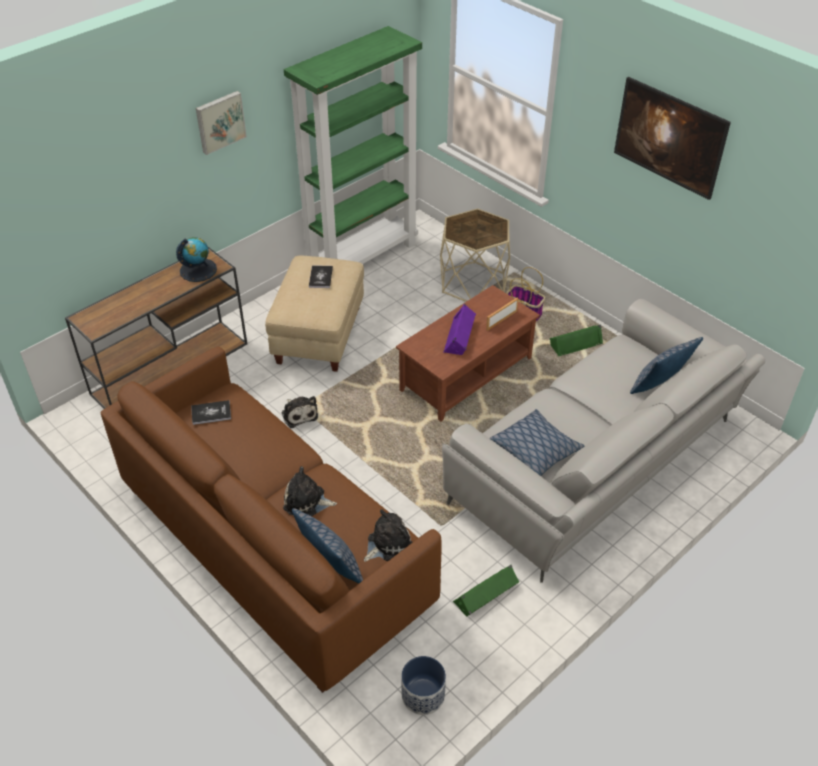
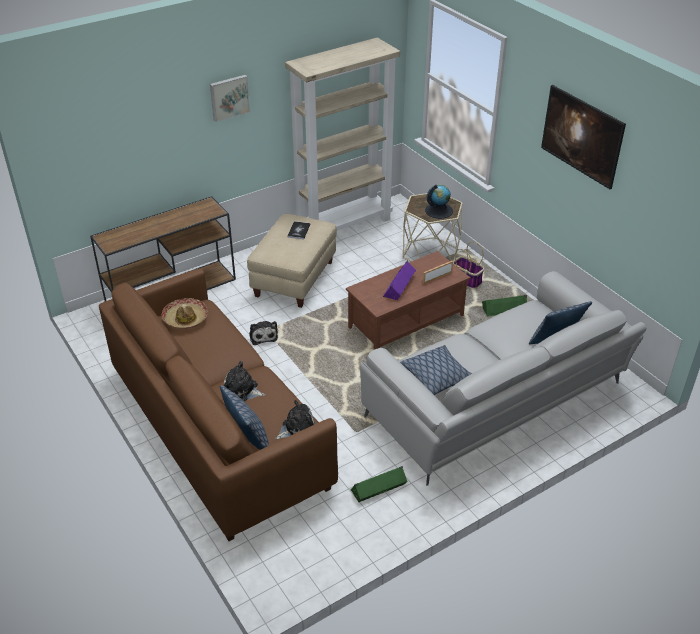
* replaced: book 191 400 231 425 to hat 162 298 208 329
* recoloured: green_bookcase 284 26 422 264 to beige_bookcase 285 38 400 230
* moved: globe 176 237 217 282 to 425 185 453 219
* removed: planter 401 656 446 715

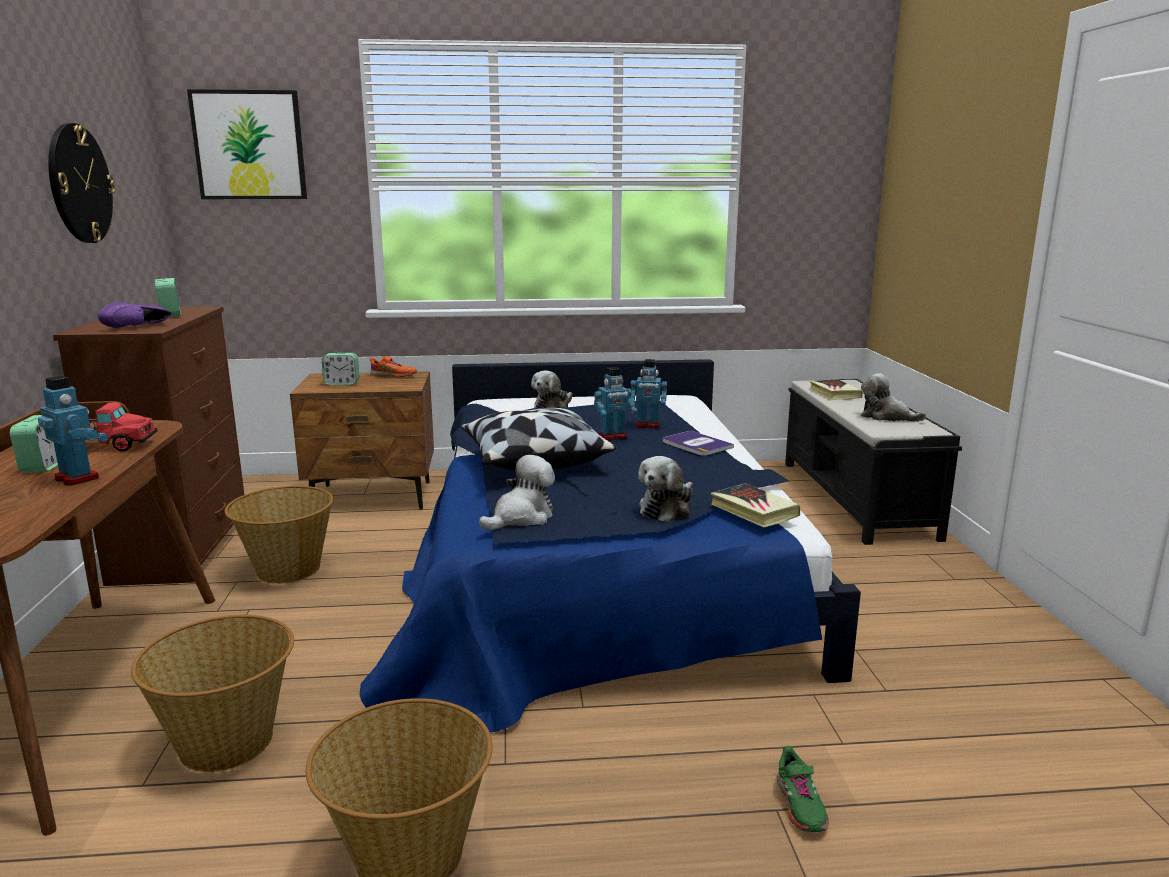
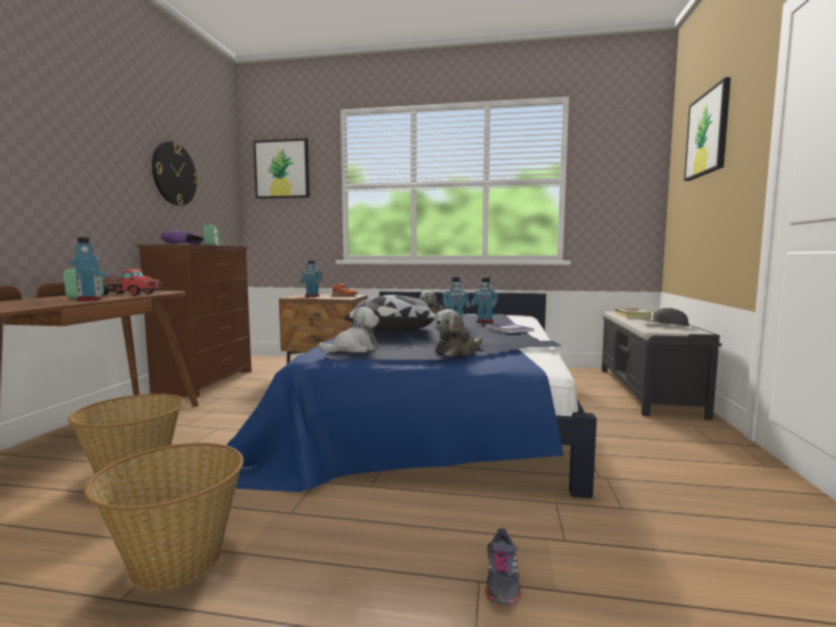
* replaced: alarm_clock 322 353 359 385 to toy_robot 299 260 322 297
* recoloured: green_shoe 777 746 829 832 to grey_shoe 485 528 521 605
* replaced: plush_toy 861 373 926 422 to grey_cap 641 308 689 326
* added: picture 684 77 731 181
* removed: basket 225 486 333 584
* removed: book 711 483 800 528

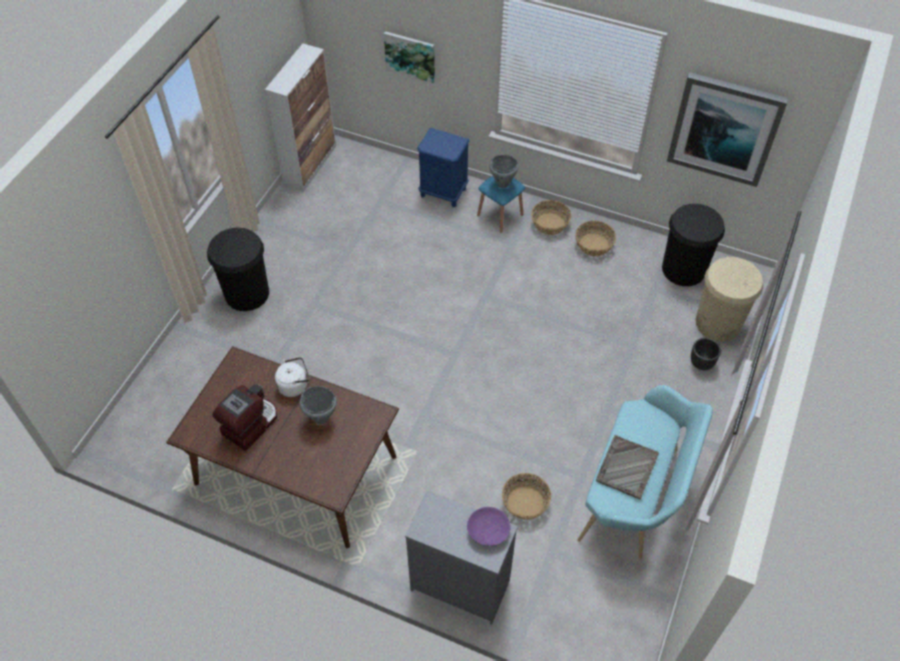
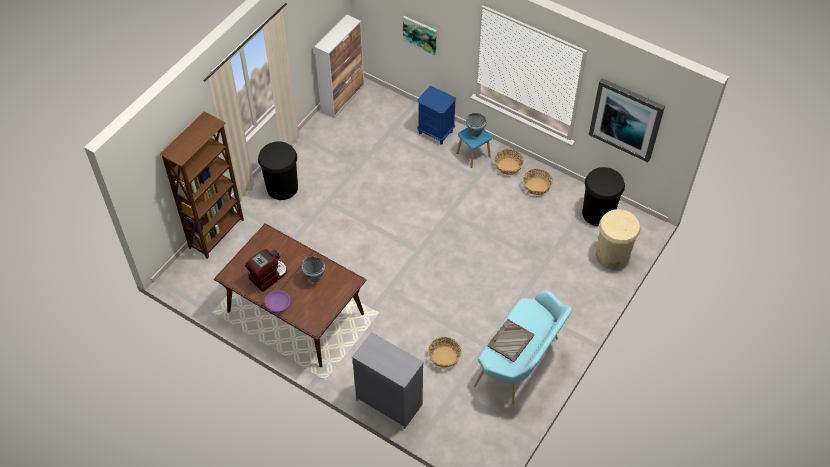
* added: brown_bookcase 159 111 244 259
* moved: purple_bowl 467 507 511 546 to 265 290 291 312
* removed: white_kettle 275 357 310 397
* removed: black_planter 691 338 721 370

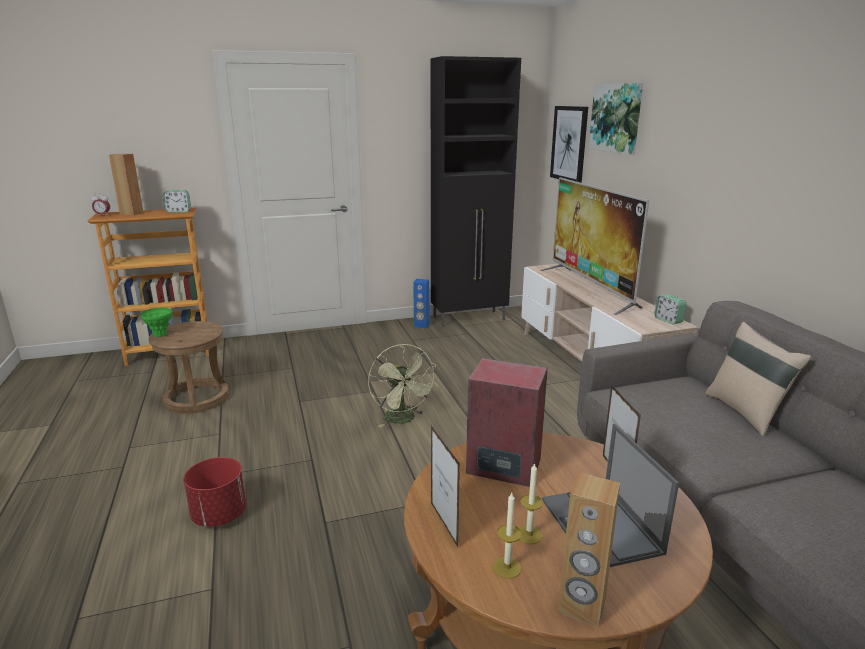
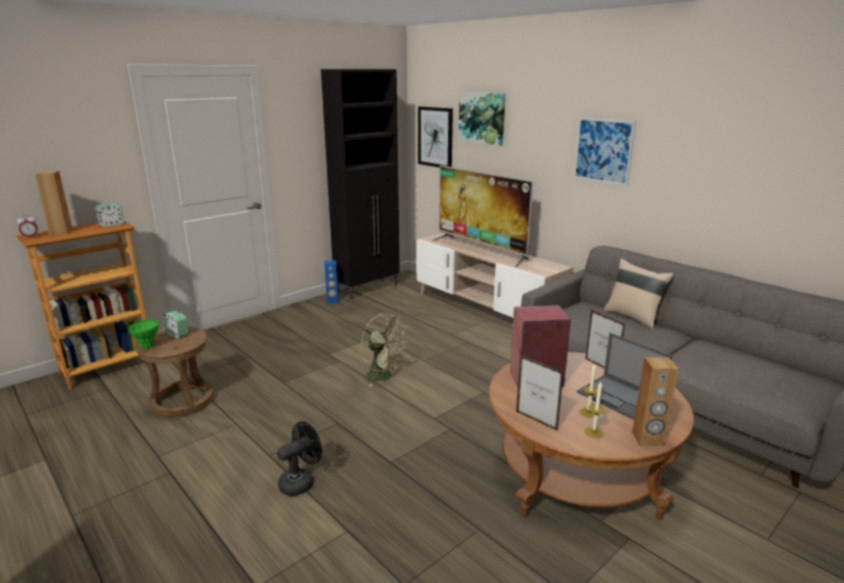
* moved: alarm_clock 655 294 687 324 to 163 311 189 339
* replaced: red_planter 183 457 247 527 to black_fan 277 421 322 496
* added: picture 574 118 636 186

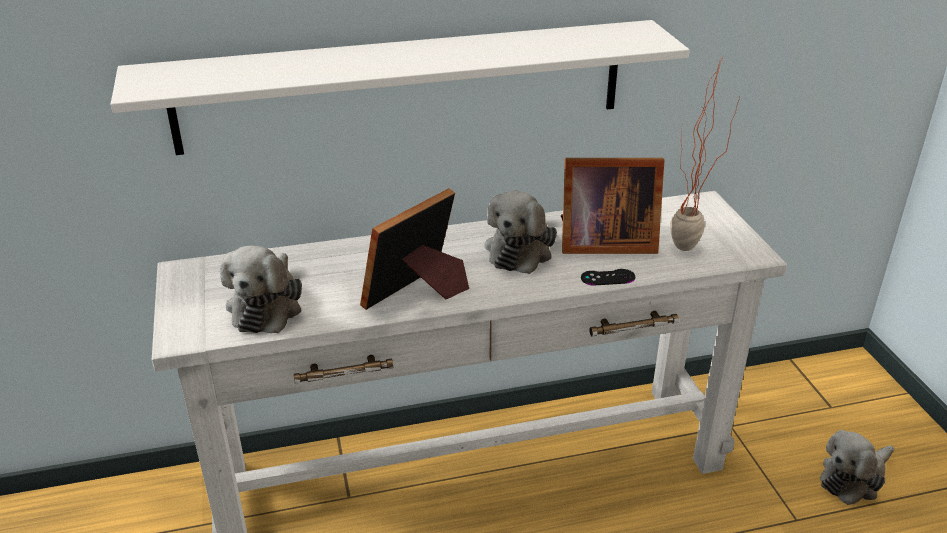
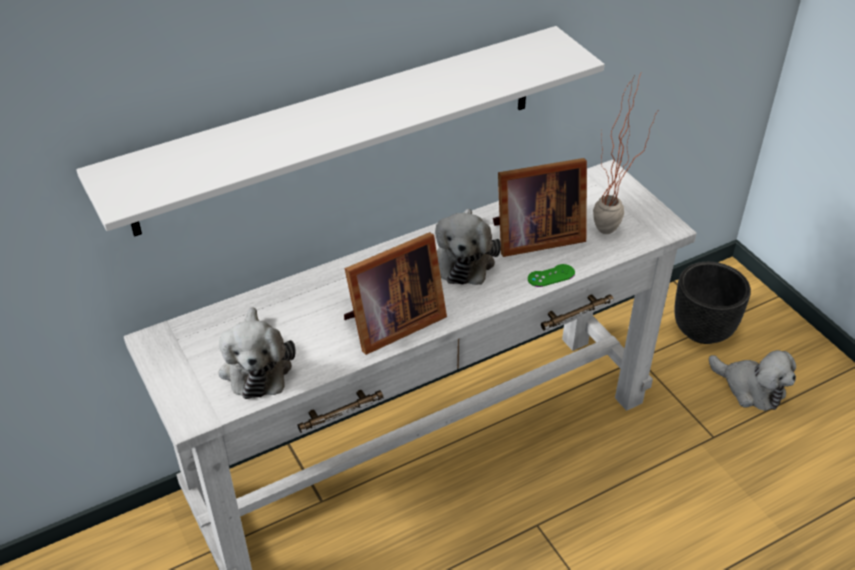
* turned: picture_frame 360 188 469 310 = 344 232 447 355 150 degrees counterclockwise
* recoloured: black_game_controller 581 269 635 286 to green_game_controller 528 264 575 287
* added: black_planter 674 262 751 344
* turned: plush_toy 820 430 894 505 = 709 350 796 411 90 degrees counterclockwise

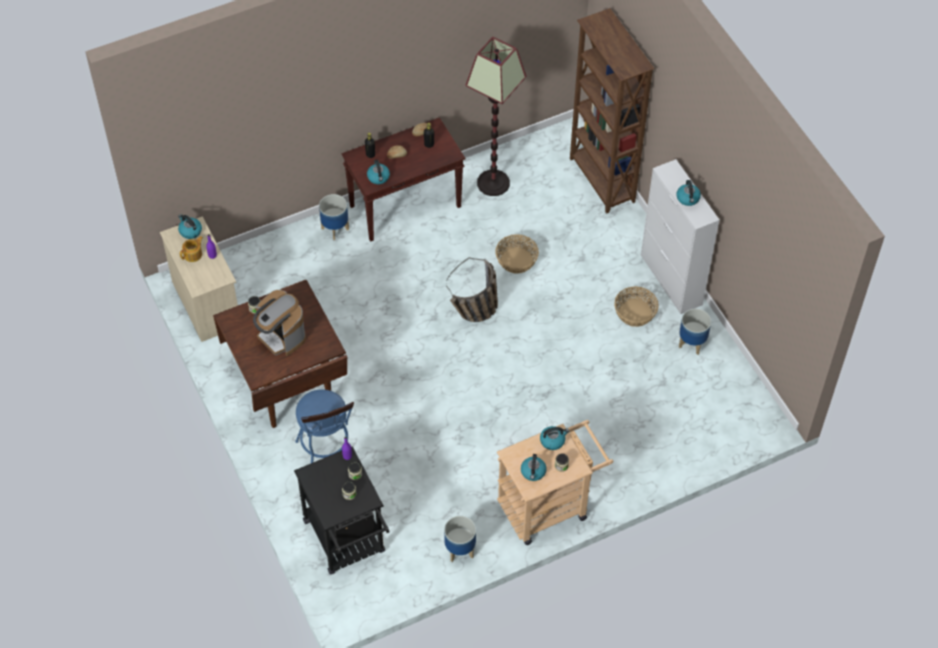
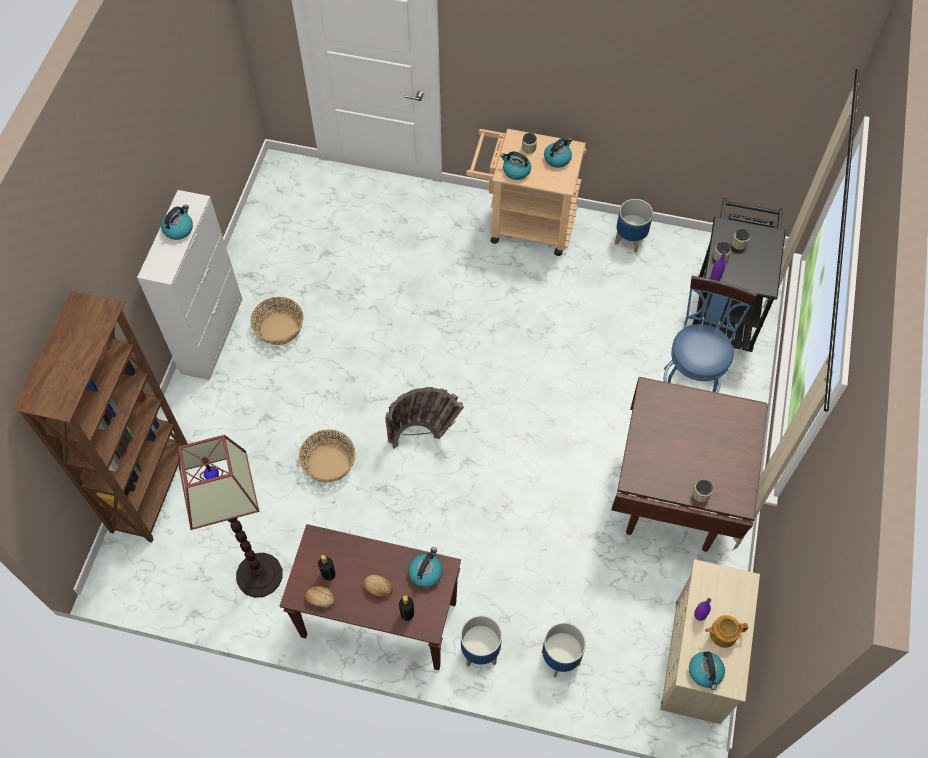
* moved: planter 679 308 711 355 to 542 623 586 677
* removed: coffee_machine 253 290 306 356

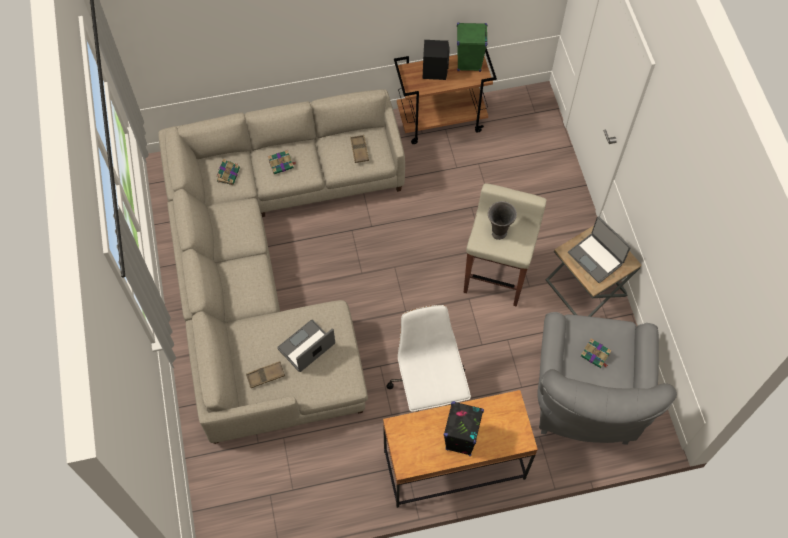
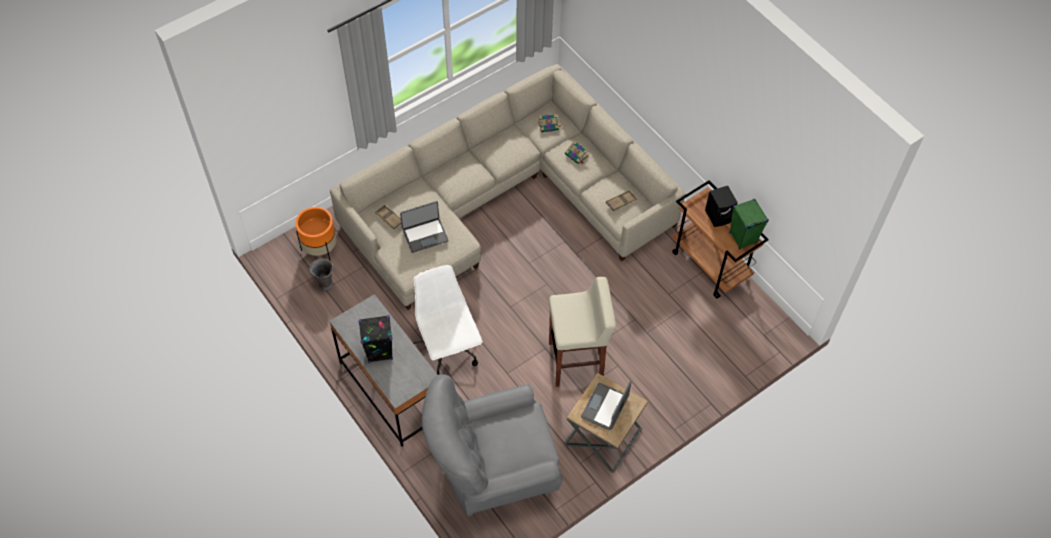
* added: orange_planter 295 207 337 261
* moved: grey_vase 488 201 517 240 to 309 258 333 290
* recoloured: brown_desk 383 390 538 508 to grey_desk 329 294 437 447
* turned: laptop 277 319 335 372 = 400 201 449 253 135 degrees clockwise
* turned: white_office_chair 386 305 471 412 = 413 265 483 375 75 degrees counterclockwise
* removed: book 581 338 612 368

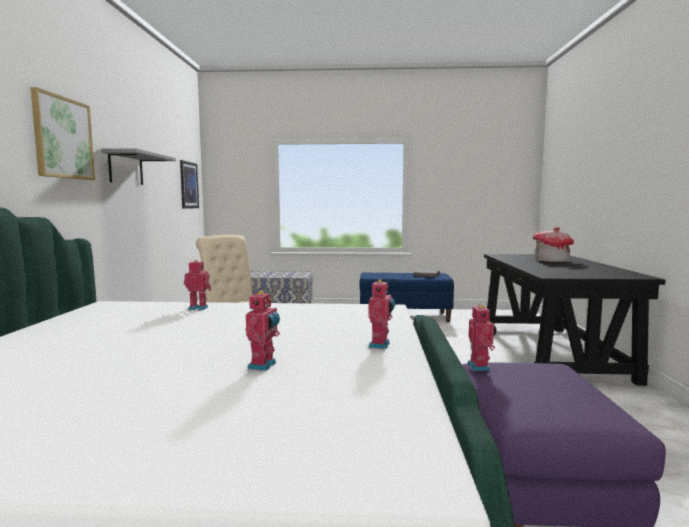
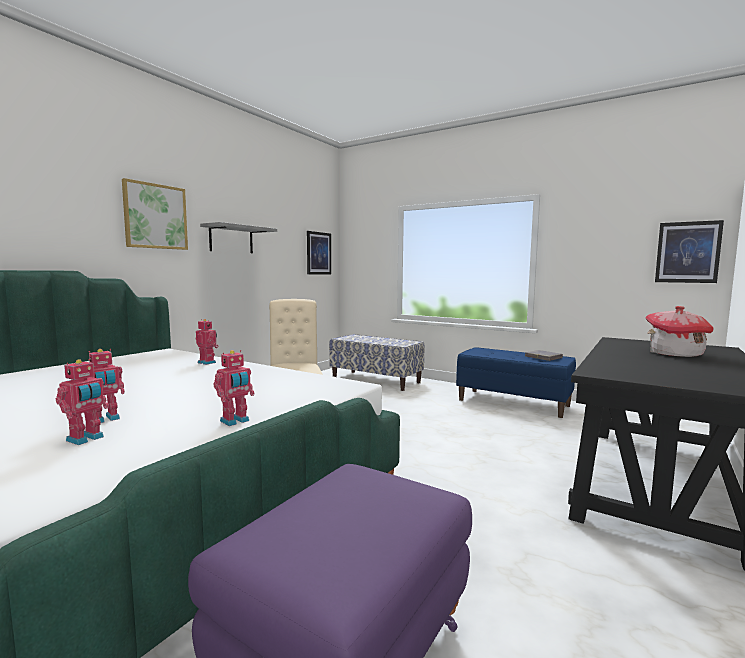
* moved: toy_robot 467 304 497 371 to 56 359 109 445
* added: picture 655 220 724 283

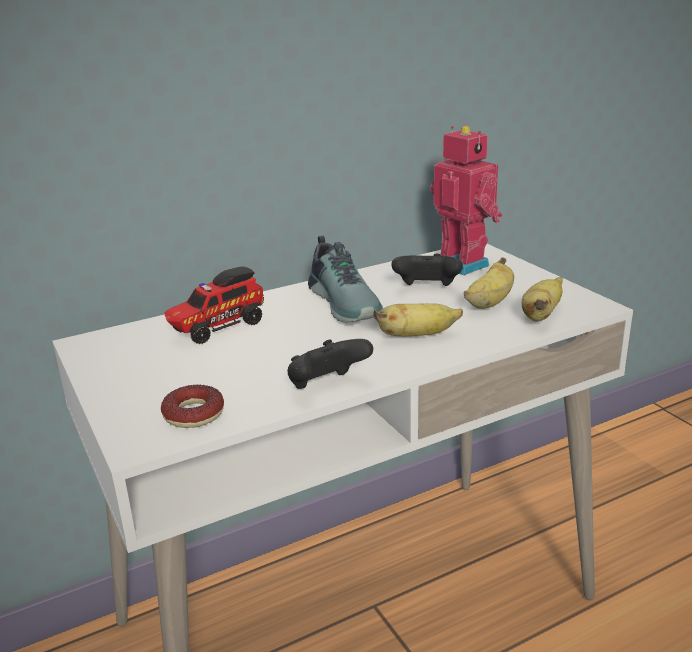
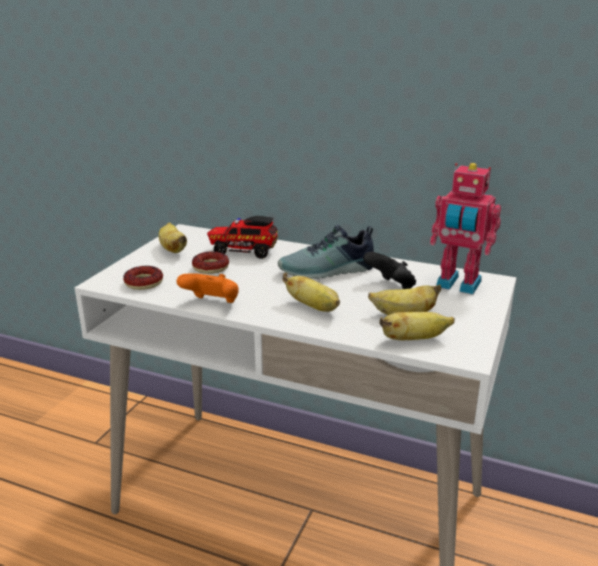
* added: banana 158 222 187 253
* recoloured: black_game_controller 287 339 373 389 to orange_game_controller 176 274 239 303
* added: donut 192 251 229 274
* turned: shoe 308 236 383 323 = 278 225 374 279 45 degrees clockwise
* turned: toy_robot 430 126 503 275 = 430 163 501 294 105 degrees clockwise

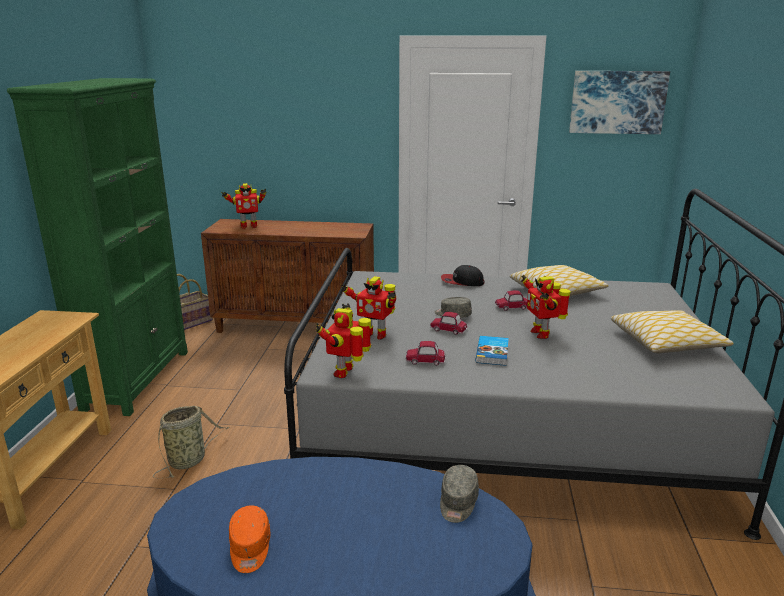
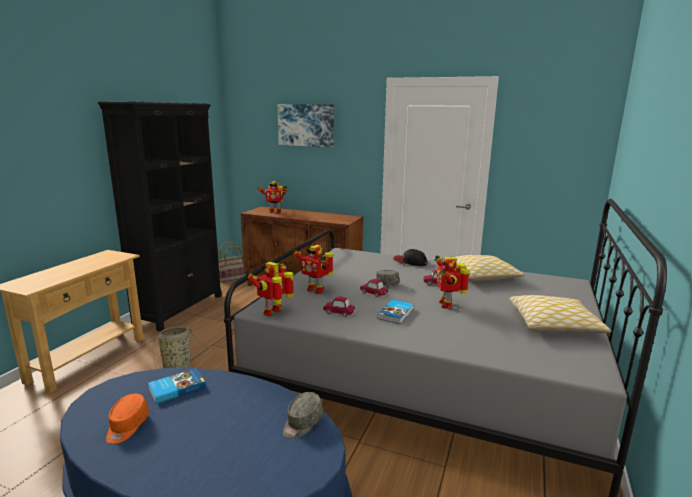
* recoloured: green_bookcase 7 78 188 416 to black_bookcase 98 101 222 332
* added: book 148 368 206 404
* moved: picture 569 71 670 134 to 277 104 334 147

